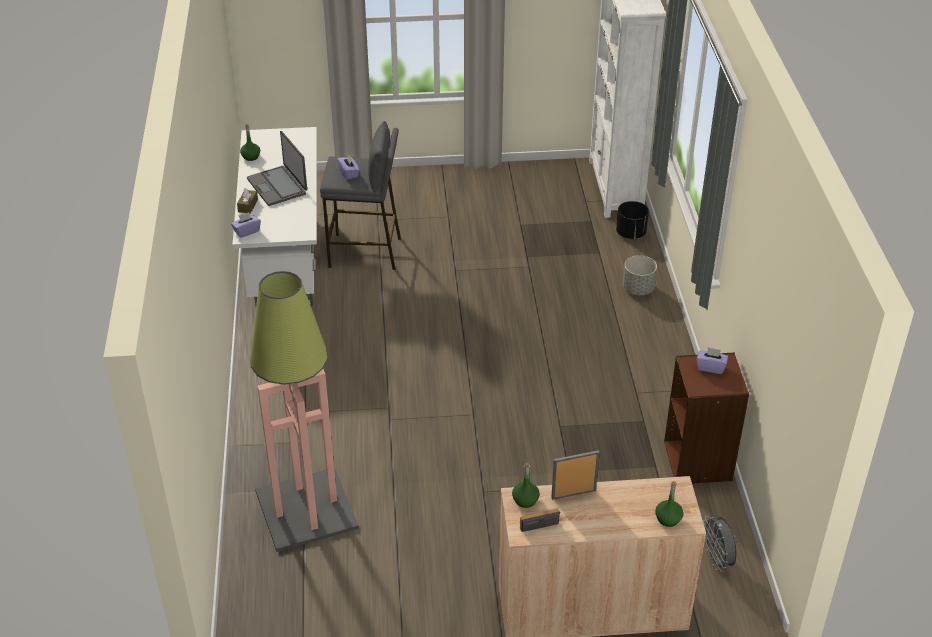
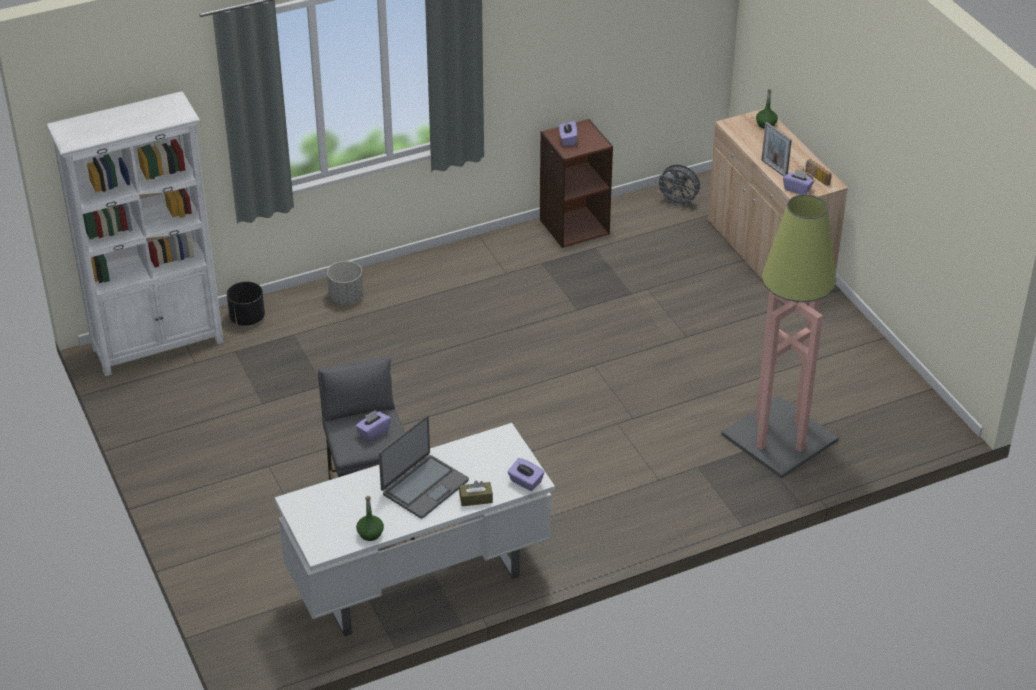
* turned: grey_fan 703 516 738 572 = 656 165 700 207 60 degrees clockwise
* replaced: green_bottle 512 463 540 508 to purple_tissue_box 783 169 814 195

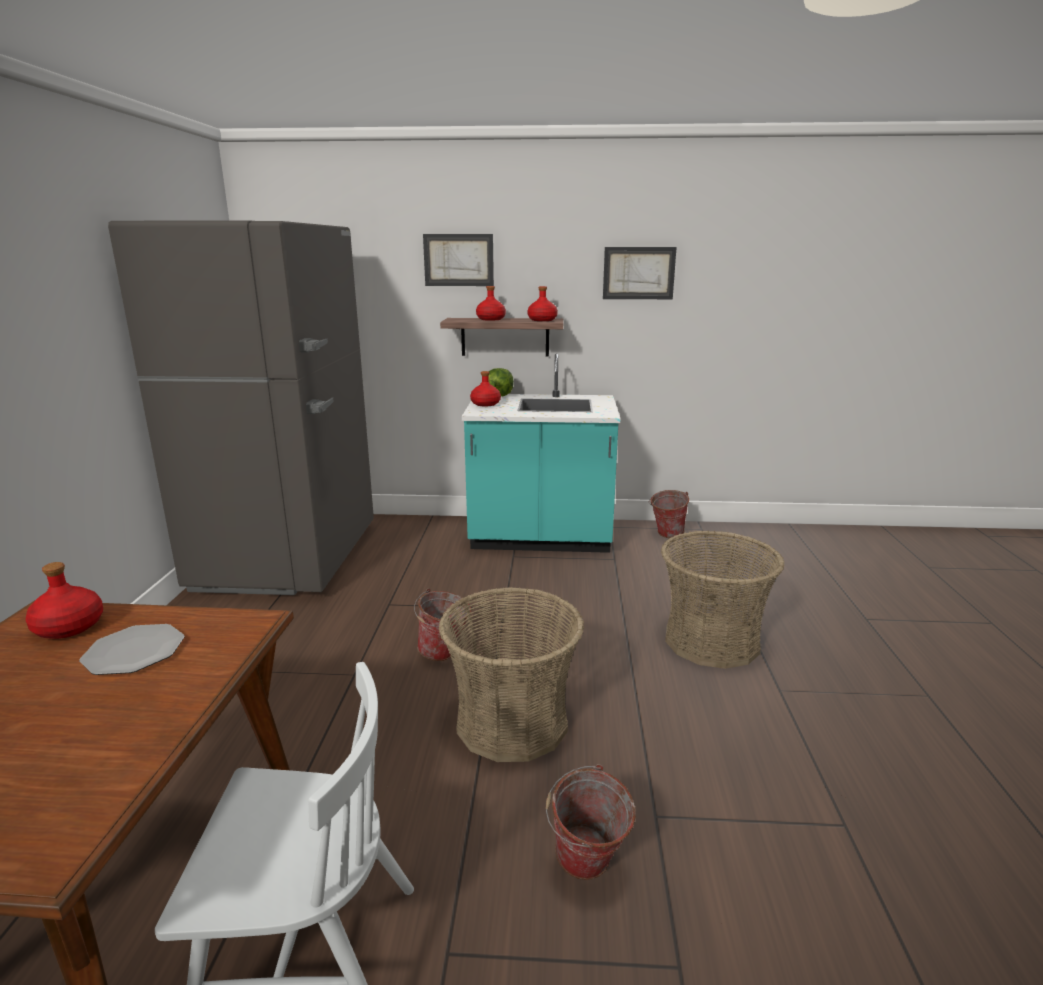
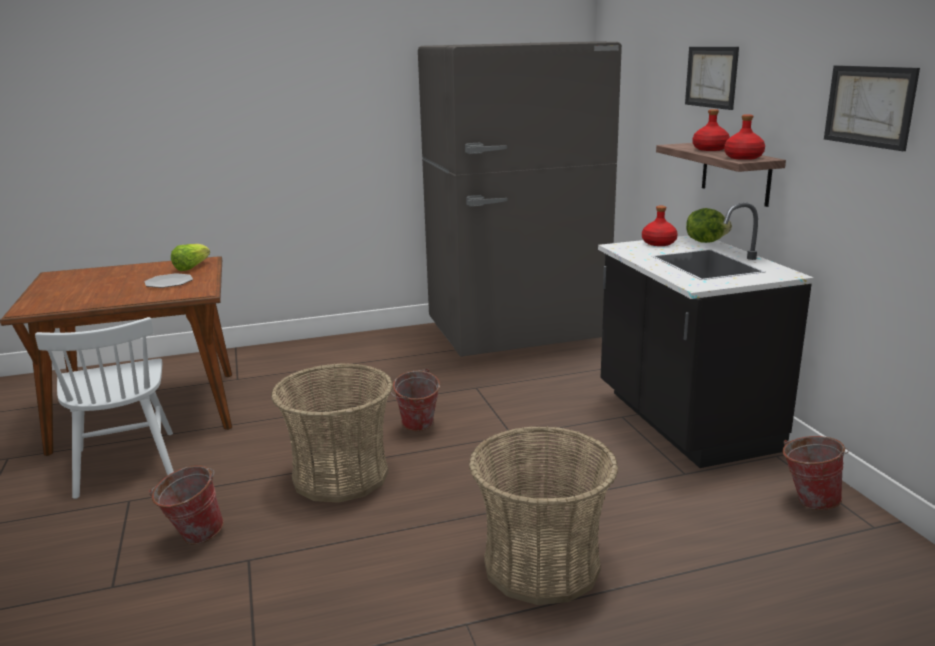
* replaced: red_bottle 26 562 103 639 to lettuce 171 244 210 271
* recoloured: turquoise_counter 462 354 620 553 to black_counter 598 202 814 468

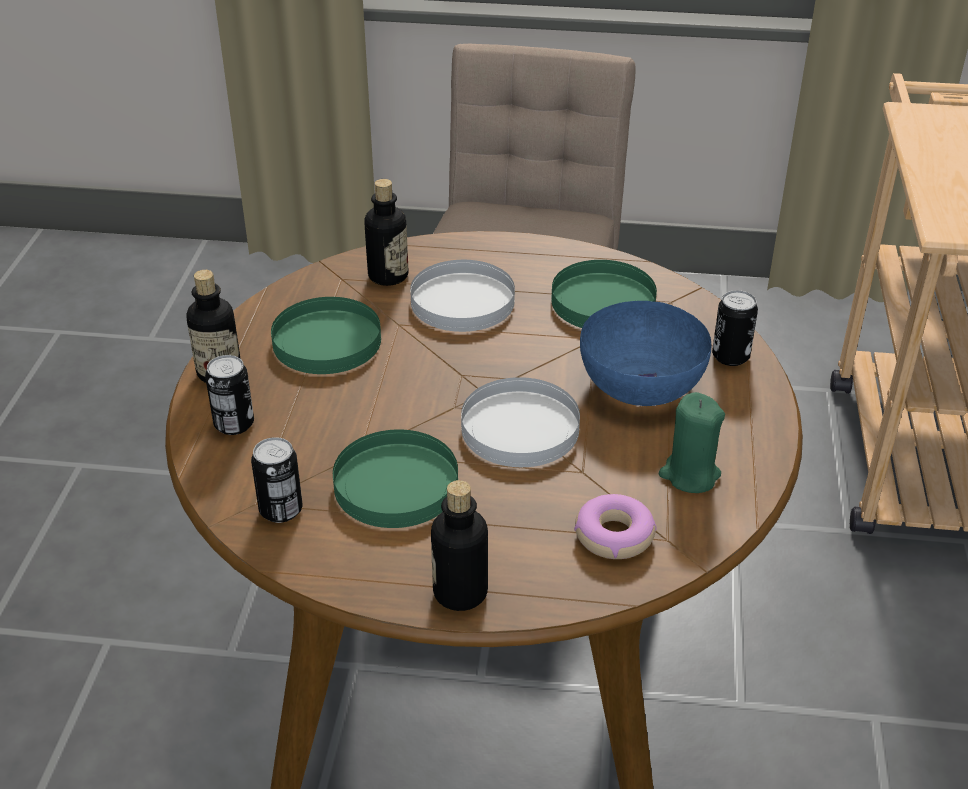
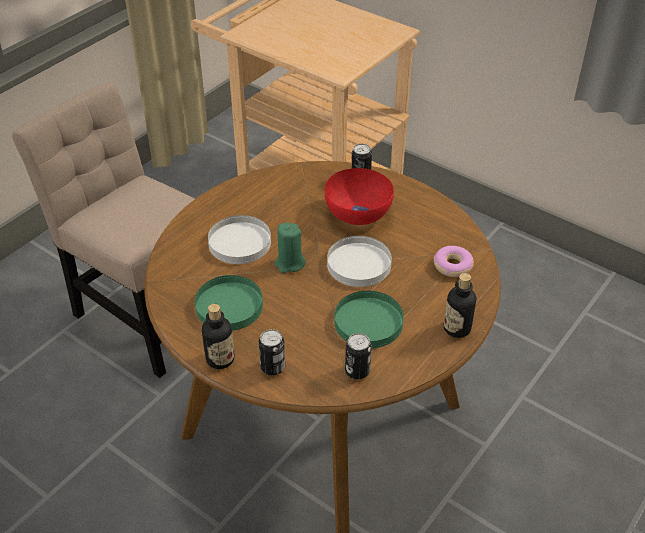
* moved: green_candle 659 392 725 493 to 274 223 306 273
* recoloured: blue_bowl 580 301 711 406 to red_bowl 325 168 394 225
* removed: bottle 364 179 408 286
* removed: green_plate 551 260 657 328

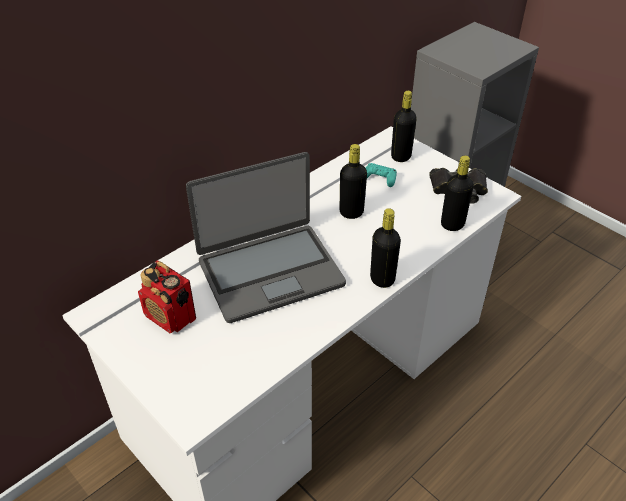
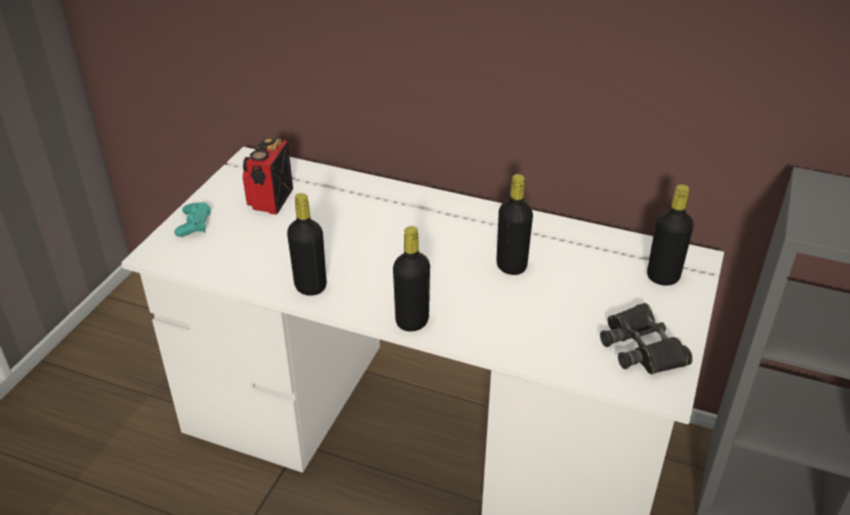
* moved: turquoise_game_controller 365 163 397 187 to 174 202 211 237
* moved: black_bottle 441 155 474 231 to 287 193 326 296
* removed: laptop 186 152 346 323

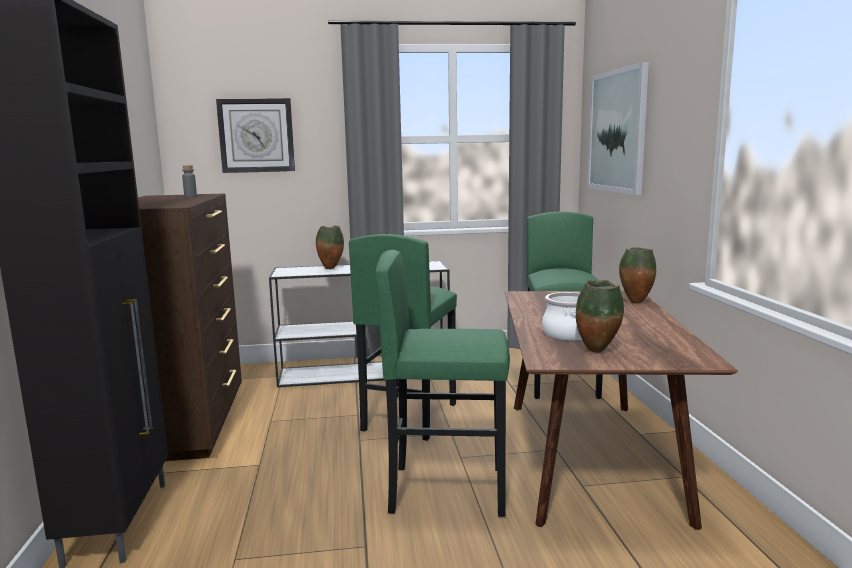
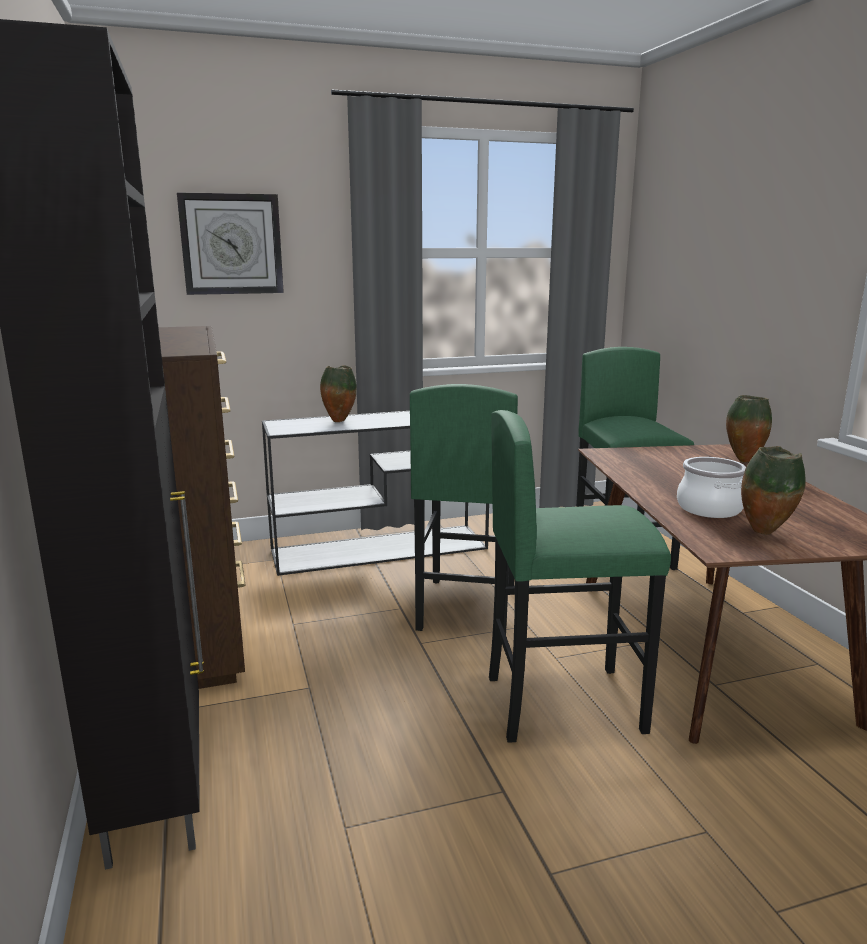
* removed: grey_bottle 182 165 197 197
* removed: picture 587 62 649 195

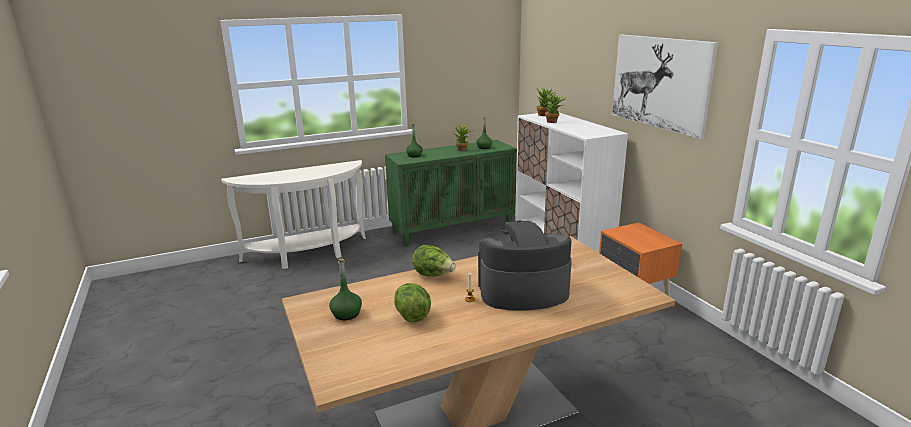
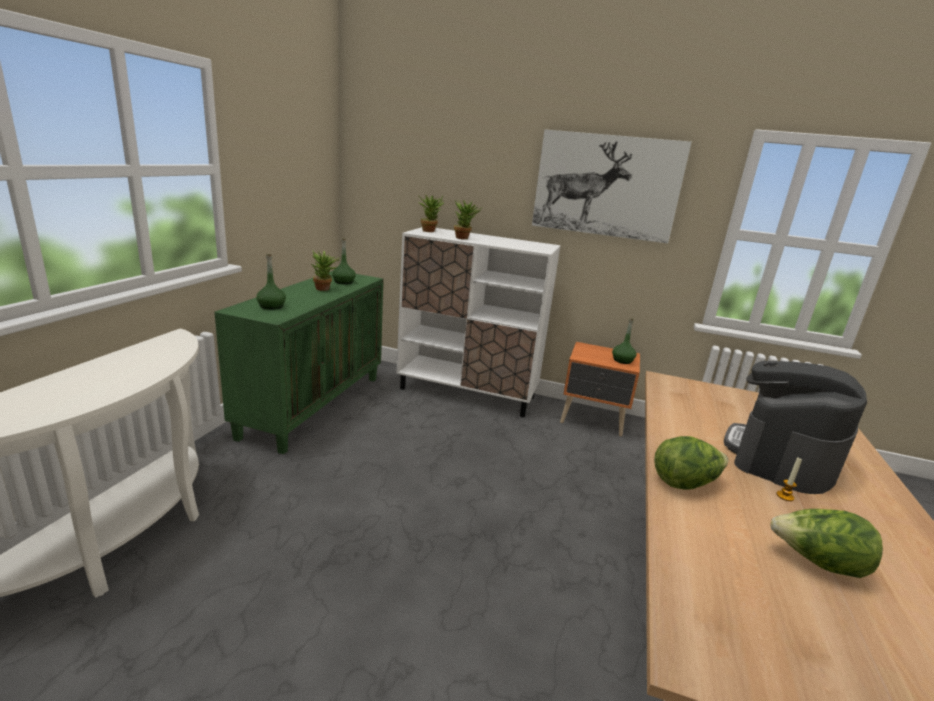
* moved: green_bottle 329 259 362 320 to 612 318 636 364

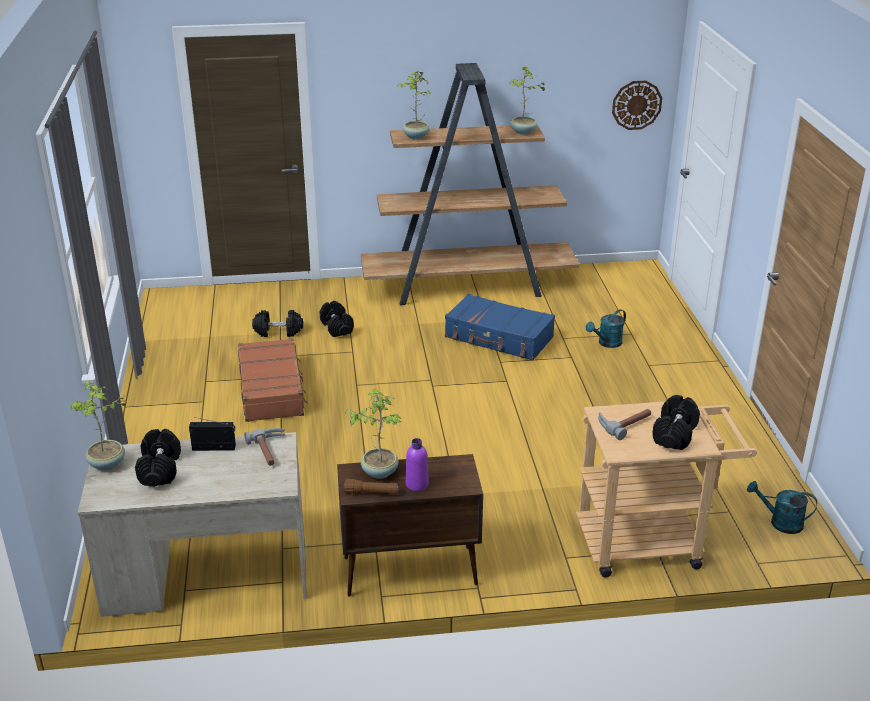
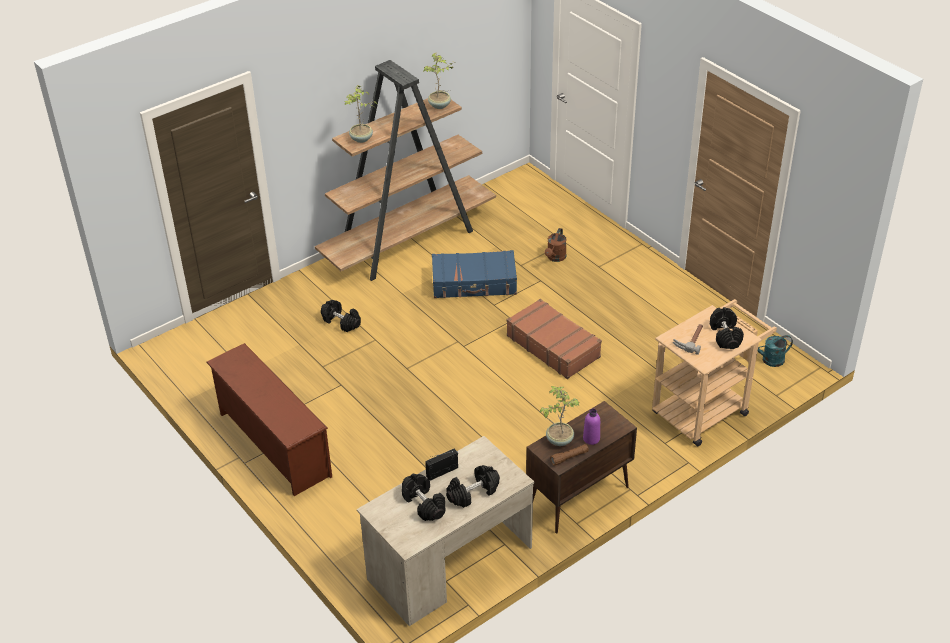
* added: brown_shoe_rack 206 343 332 496
* moved: black_dumbbell 252 310 303 337 to 446 465 500 508
* moved: brown_suitcase 238 338 308 422 to 507 299 602 379
* recoloured: turquoise_watering_can 586 309 626 348 to brown_watering_can 545 228 566 262
* removed: potted_plant 71 380 130 471
* removed: hammer 244 428 285 466
* removed: wall_clock 612 81 662 130

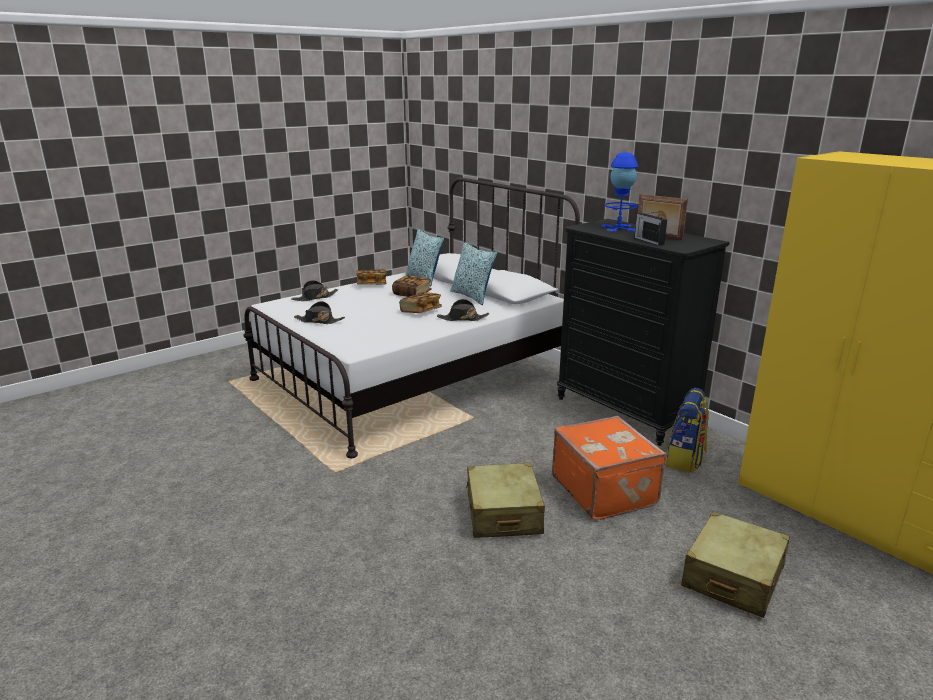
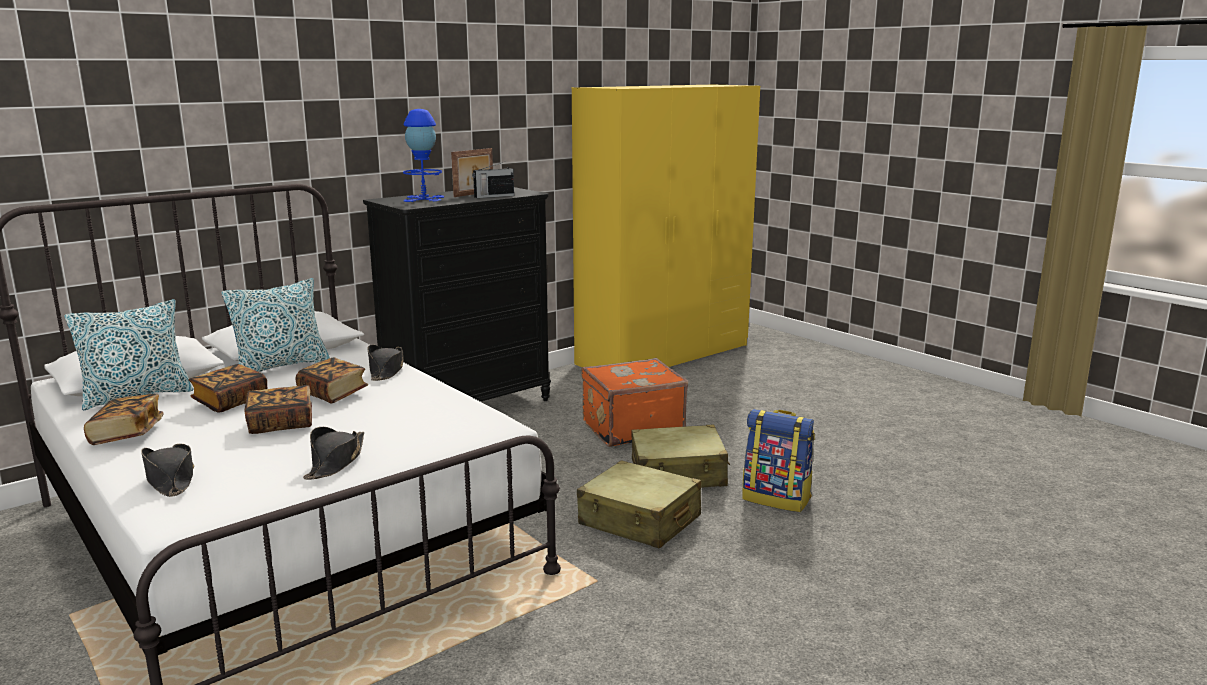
* added: book 244 385 312 434
* moved: beige_suitcase 681 511 790 618 to 577 460 701 549
* moved: backpack 666 388 709 473 to 742 409 815 512

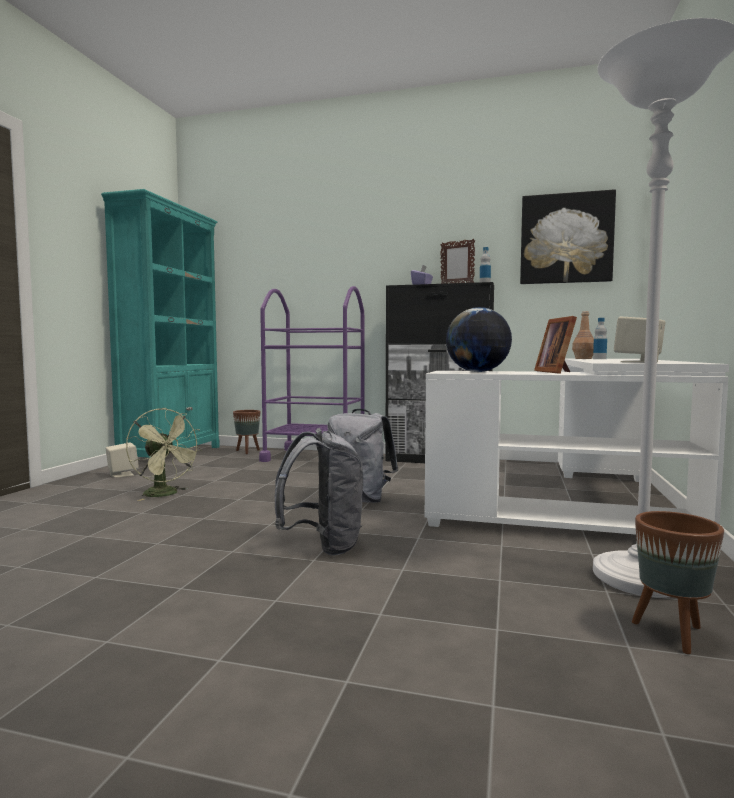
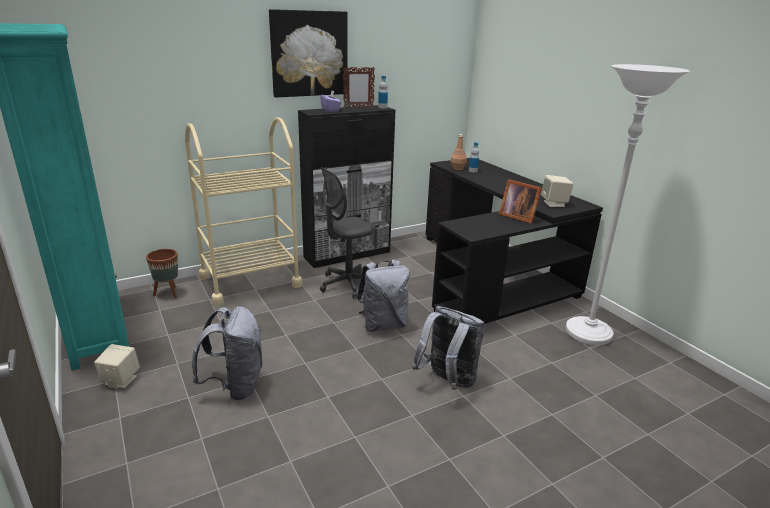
* recoloured: purple_cart 259 286 364 462 to beige_cart 185 117 302 306
* replaced: green_fan 126 408 202 501 to grey_backpack 192 306 262 400
* moved: picture 520 189 616 284 to 269 9 348 98
* added: grey_office_chair 320 167 373 299
* recoloured: white_desk 424 359 729 535 to black_desk 426 158 603 324
* removed: globe 446 307 512 372
* removed: brown_planter 632 511 724 654

